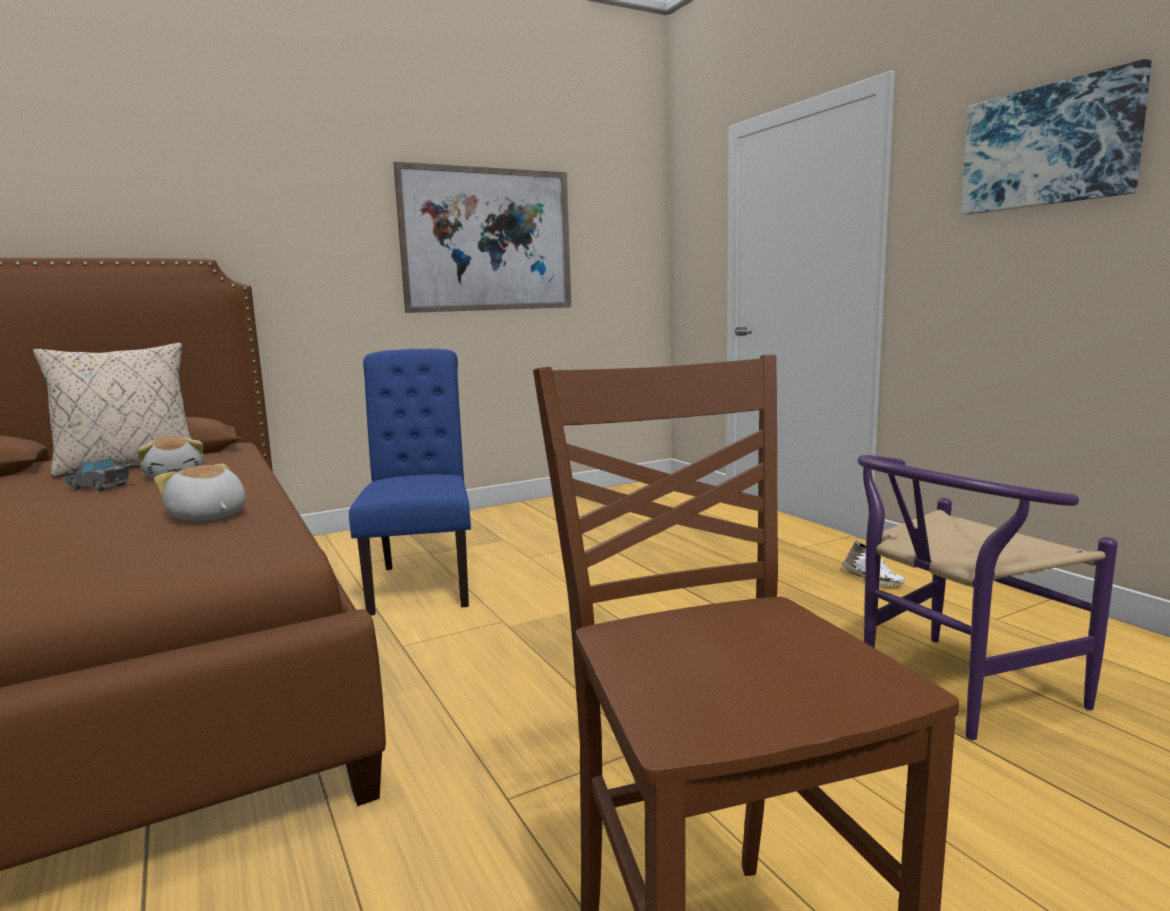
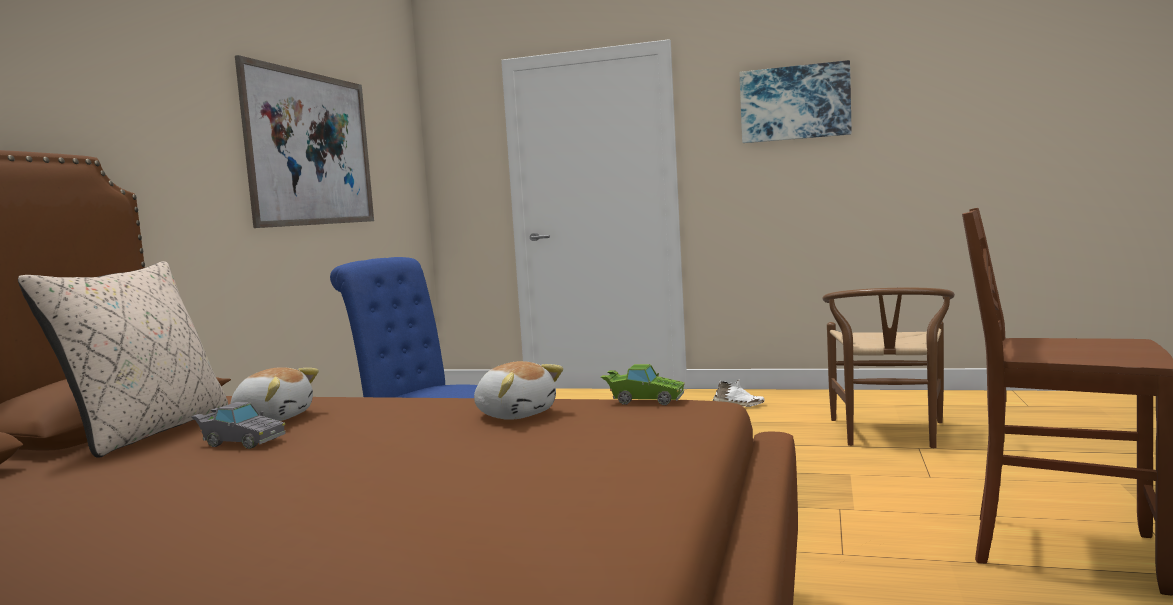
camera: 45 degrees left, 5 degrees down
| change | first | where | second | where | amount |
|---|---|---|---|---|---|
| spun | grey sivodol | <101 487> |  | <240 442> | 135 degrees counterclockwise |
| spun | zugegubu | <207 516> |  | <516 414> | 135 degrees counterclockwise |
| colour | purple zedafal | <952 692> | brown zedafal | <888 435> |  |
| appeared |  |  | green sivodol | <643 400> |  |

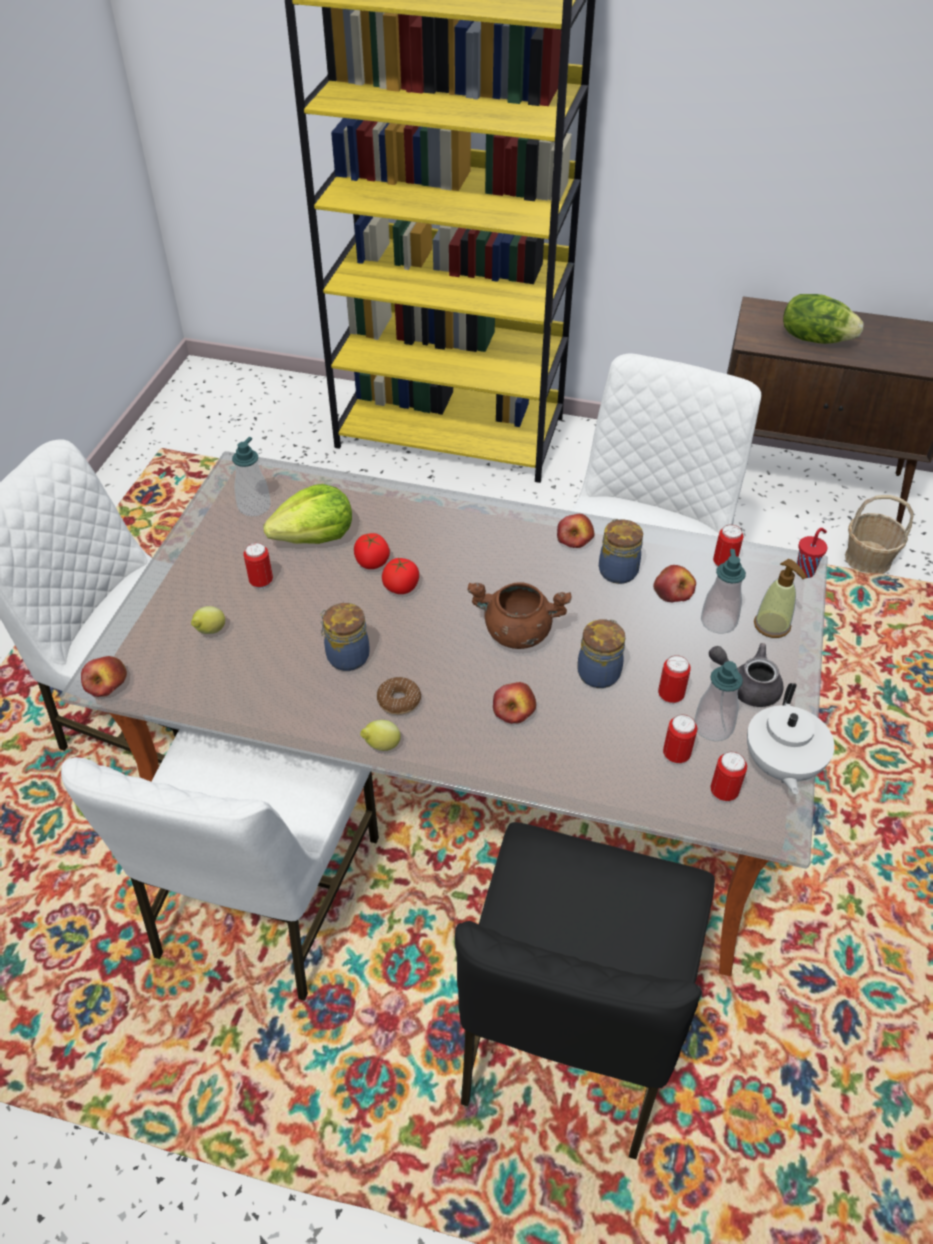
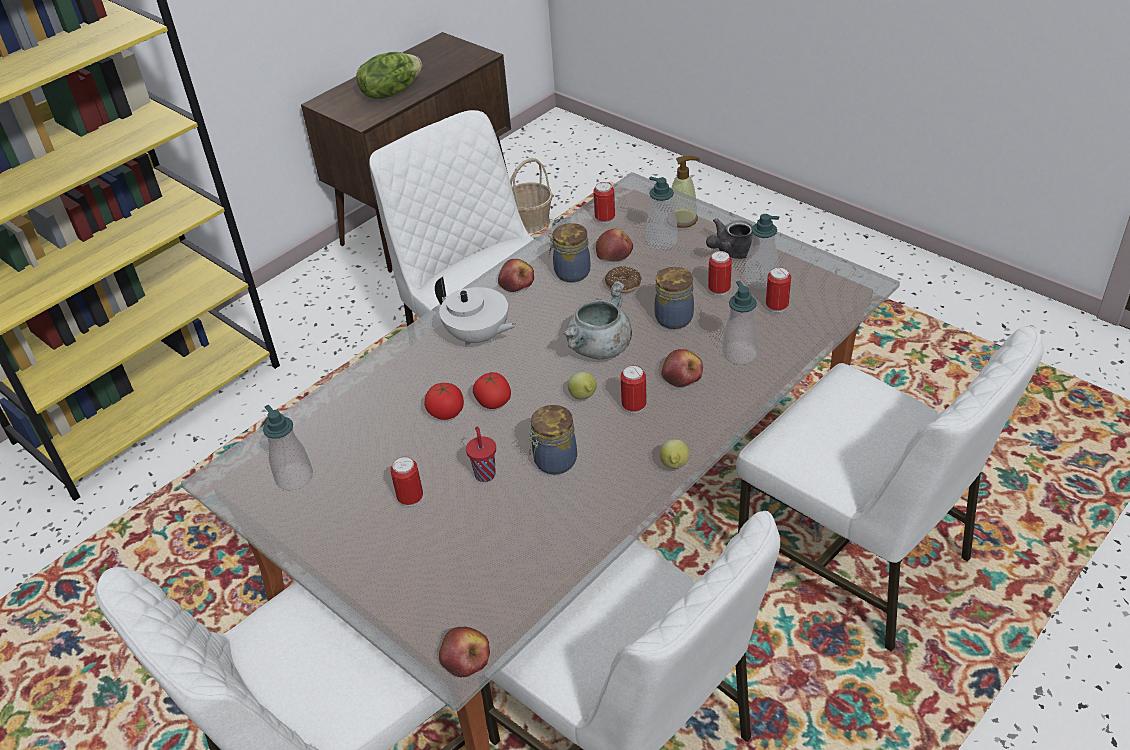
camera: 60 degrees left, 5 degrees down
| change | first | where | second | where | amount |
|---|---|---|---|---|---|
| relocated | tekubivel | <210 632> |  | <583 397> |  |
| missing | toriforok | <315 537> |  |  |  |
| relocated | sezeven | <399 700> |  | <623 284> |  |
| colour | black zedafal | <569 1035> | white zedafal | <857 561> |  |
| colour | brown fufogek | <517 632> | grey fufogek | <599 348> |  |
| relocated | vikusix | <723 792> |  | <634 406> |  |
| relocated | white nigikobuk | <780 766> |  | <478 337> |  |
| relocated | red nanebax | <805 571> |  | <485 473> |  |
| appeared |  |  | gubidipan | <739 354> |  |

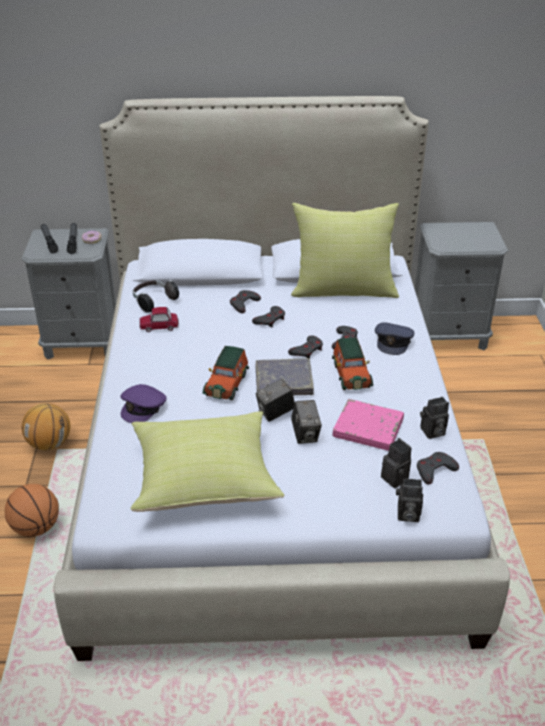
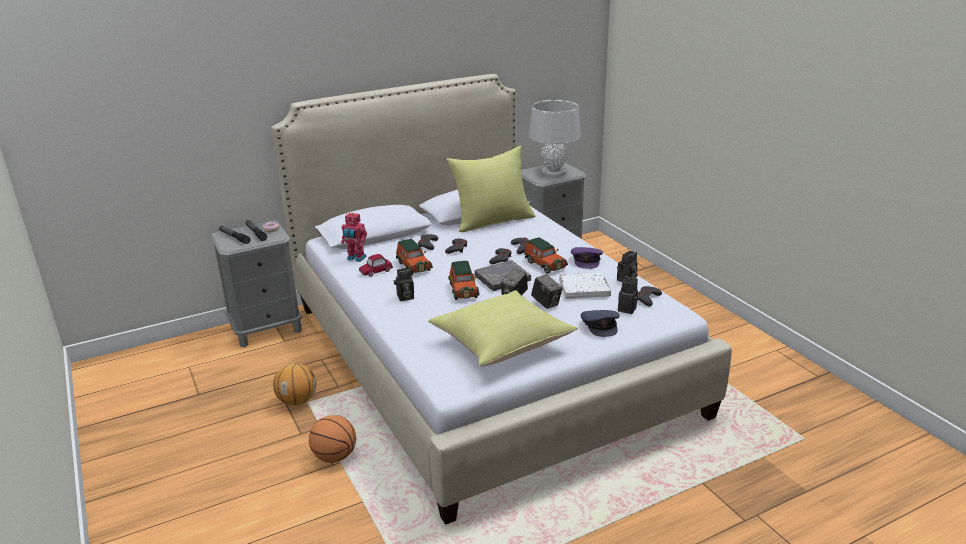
camera: 25 degrees left, 10 degrees down
| change | first | where | second | where | amount |
|---|---|---|---|---|---|
| relocated | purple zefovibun | <143 407> |  | <586 260> |  |
| exchanged | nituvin | <153 301> | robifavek | <356 258> |  |
| colour | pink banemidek | <368 428> | white banemidek | <584 289> |  |
| relocated | grey zefovibun | <393 341> |  | <600 325> |  |
| relocated | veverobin | <406 515> |  | <404 297> |  |
| appeared |  |  | sivodol | <413 266> |  |
| appeared |  |  | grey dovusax | <553 172> |  |

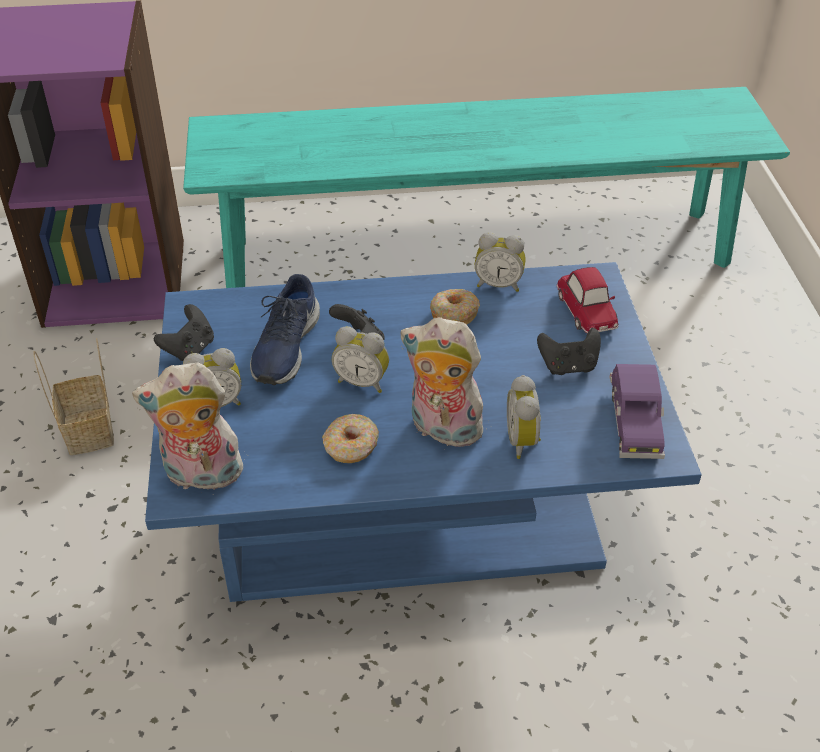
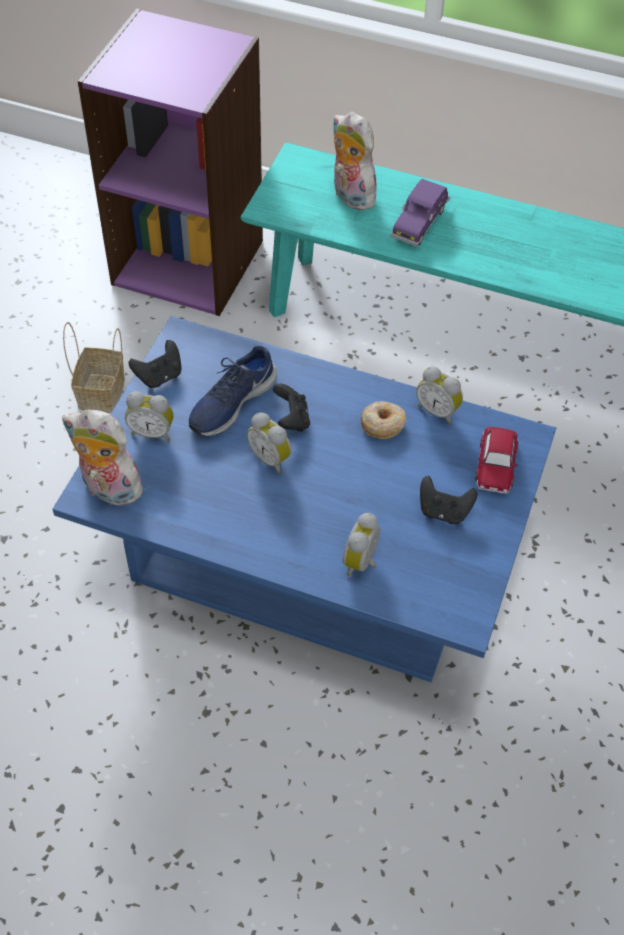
camera: 25 degrees right, 10 degrees up
| change | first | where | second | where | amount |
|---|---|---|---|---|---|
| missing | sezeven | <351 446> |  |  |  |
| relocated | zugegubu | <442 430> |  | <350 196> |  |
| relocated | purple sivodol | <633 422> |  | <420 222> |  |

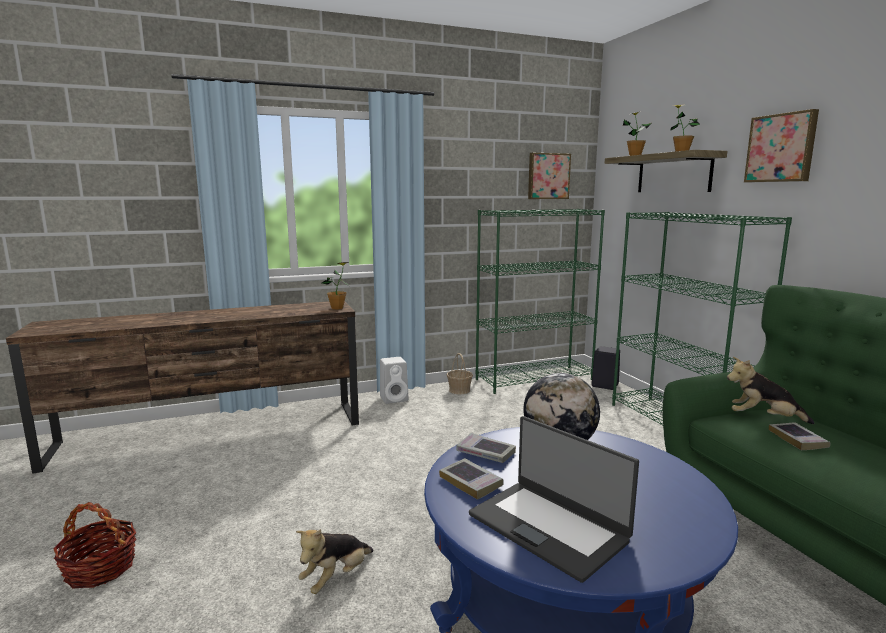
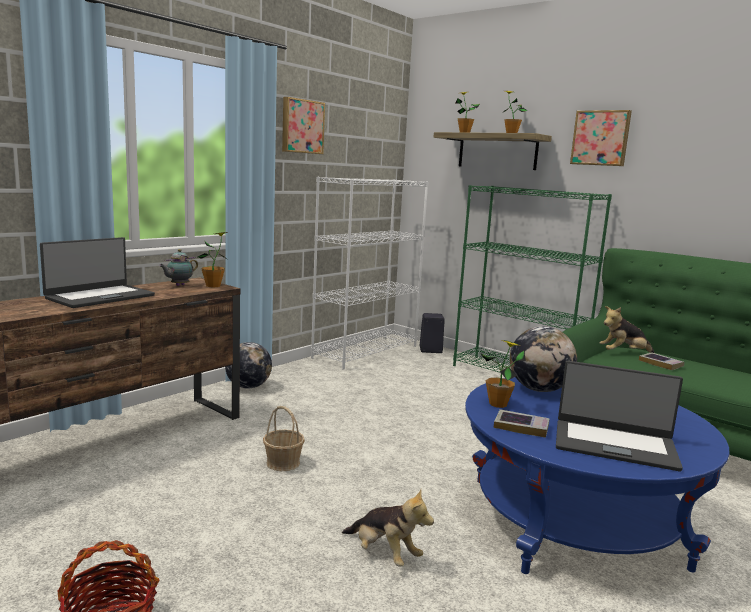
camera: 30 degrees left, 0 degrees up
| change | first | where | second | where | amount |
|---|---|---|---|---|---|
| spun | zugegubu | <336 578> |  | <384 554> | 60 degrees counterclockwise |
| exchanged | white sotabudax | <395 398> | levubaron | <248 386> |  |
| relocated | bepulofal | <459 390> |  | <283 463> |  |
| exchanged | banemidek | <485 453> | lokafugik | <498 404> |  |
| colour | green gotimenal | <534 379> | white gotimenal | <366 351> |  |
| relocated | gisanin | <548 176> |  | <301 126> |  |
| appeared |  |  | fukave | <100 297> |  |
| appeared |  |  | nigikobuk | <178 285> |  |

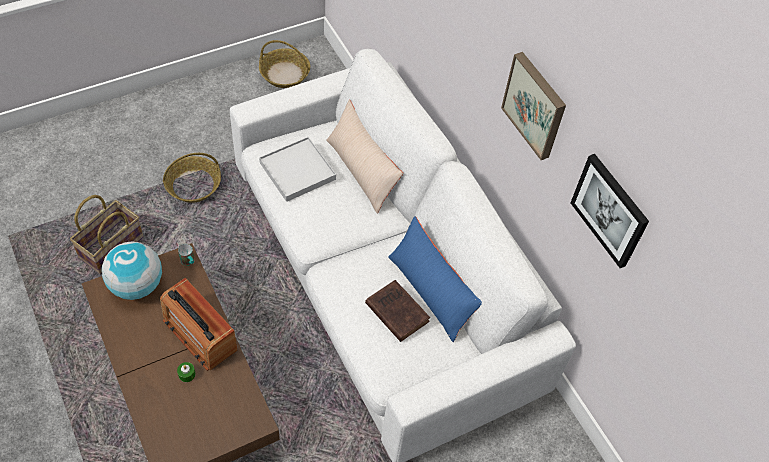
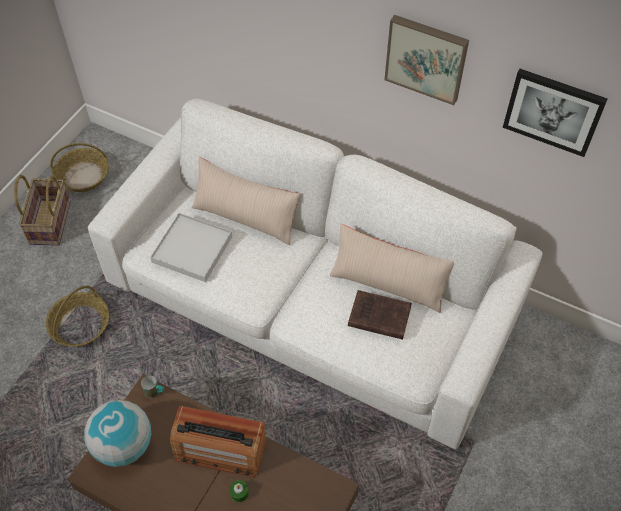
camera: 30 degrees left, 0 degrees up
| change | first | where | second | where | amount |
|---|---|---|---|---|---|
| relocated | bepulofal | <111 247> |  | <49 222> |  |
| colour | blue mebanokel | <431 292> | beige mebanokel | <388 283> |  |

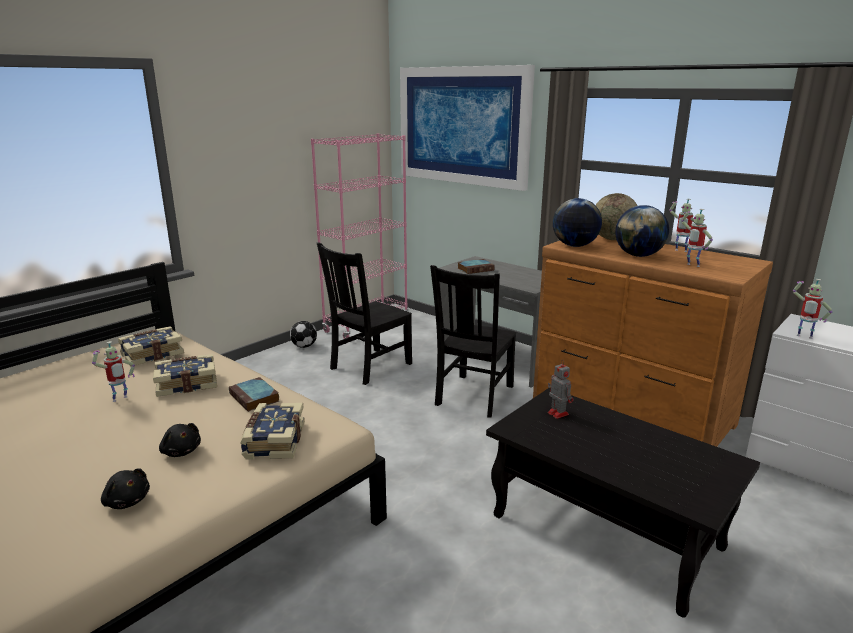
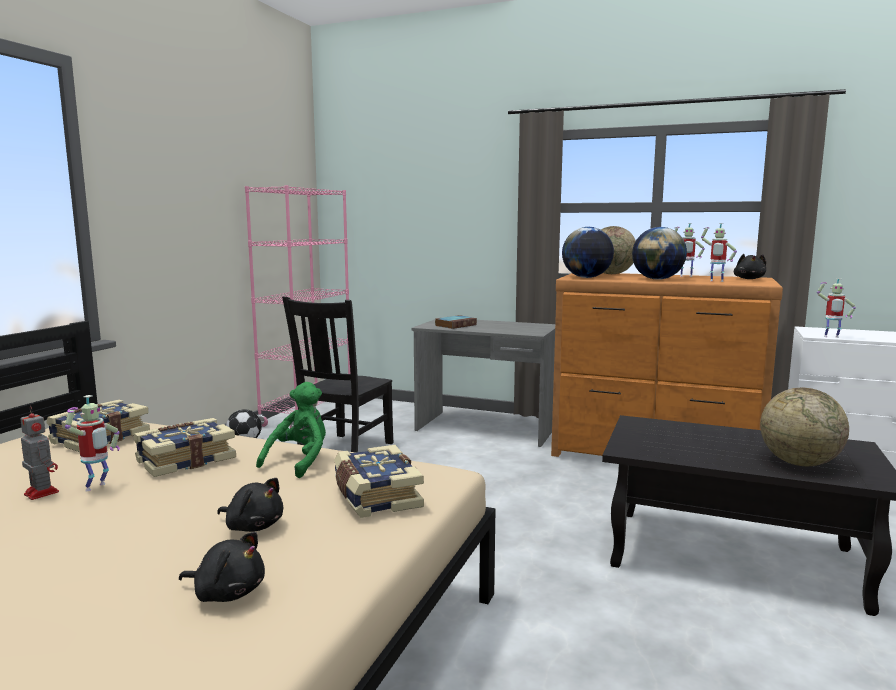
camera: 20 degrees left, 10 degrees down
| change | first | where | second | where | amount |
|---|---|---|---|---|---|
| exchanged | banemidek | <255 398> | green zugegubu | <299 461> |  |
| missing | gisanin | <462 126> |  |  |  |
| missing | black zedafal | <473 396> |  |  |  |
| relocated | robifavek | <557 413> |  | <41 492> |  |
| appeared |  |  | black zugegubu | <749 279> |  |
| appeared |  |  | levubaron | <799 463> |  |

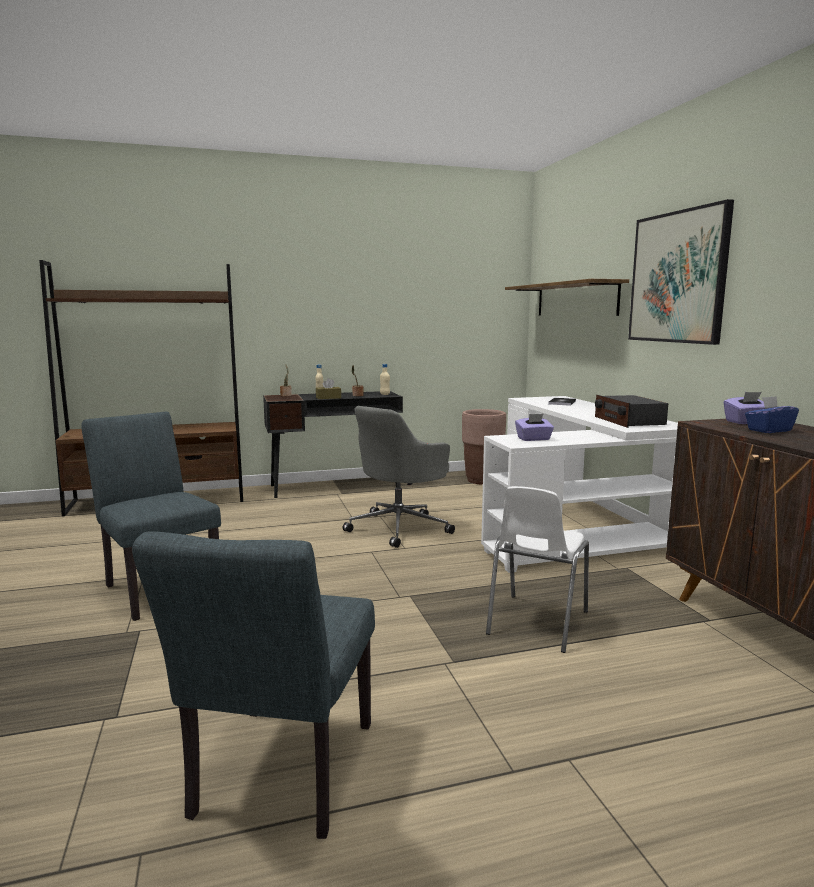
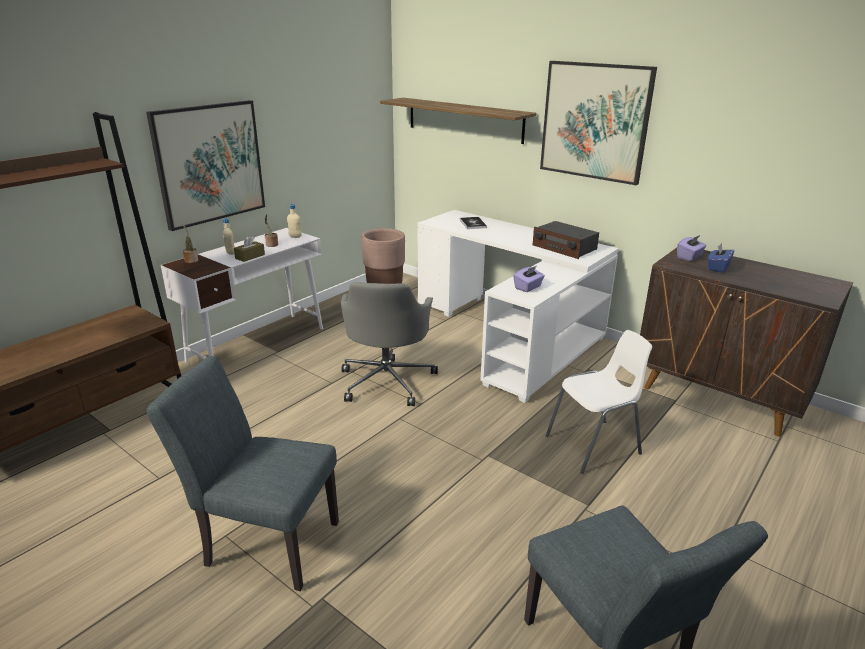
camera: 35 degrees left, 15 degrees up
| change | first | where | second | where | amount |
|---|---|---|---|---|---|
| colour | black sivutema | <335 486> | white sivutema | <258 343> |  |
| spun | white zedafal | <536 623> |  | <594 445> | 105 degrees counterclockwise |
| appeared |  |  | gisanin | <209 163> |  |

